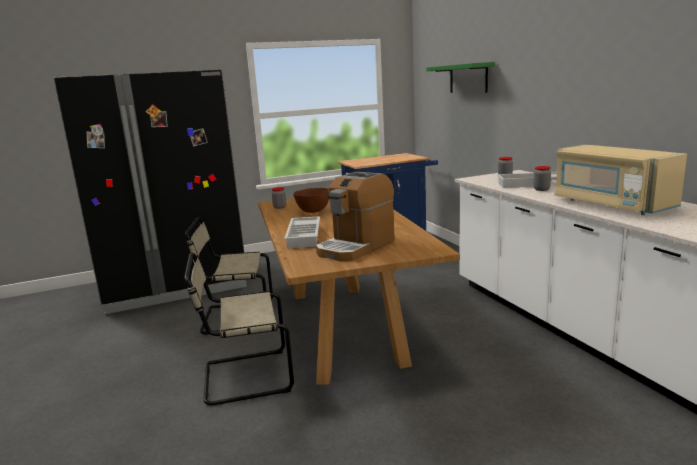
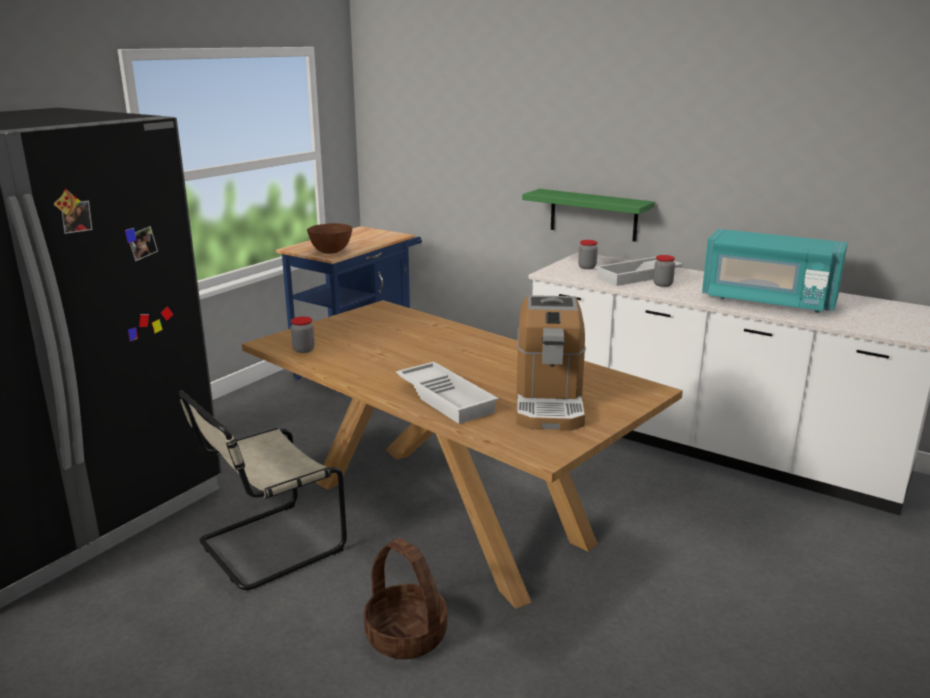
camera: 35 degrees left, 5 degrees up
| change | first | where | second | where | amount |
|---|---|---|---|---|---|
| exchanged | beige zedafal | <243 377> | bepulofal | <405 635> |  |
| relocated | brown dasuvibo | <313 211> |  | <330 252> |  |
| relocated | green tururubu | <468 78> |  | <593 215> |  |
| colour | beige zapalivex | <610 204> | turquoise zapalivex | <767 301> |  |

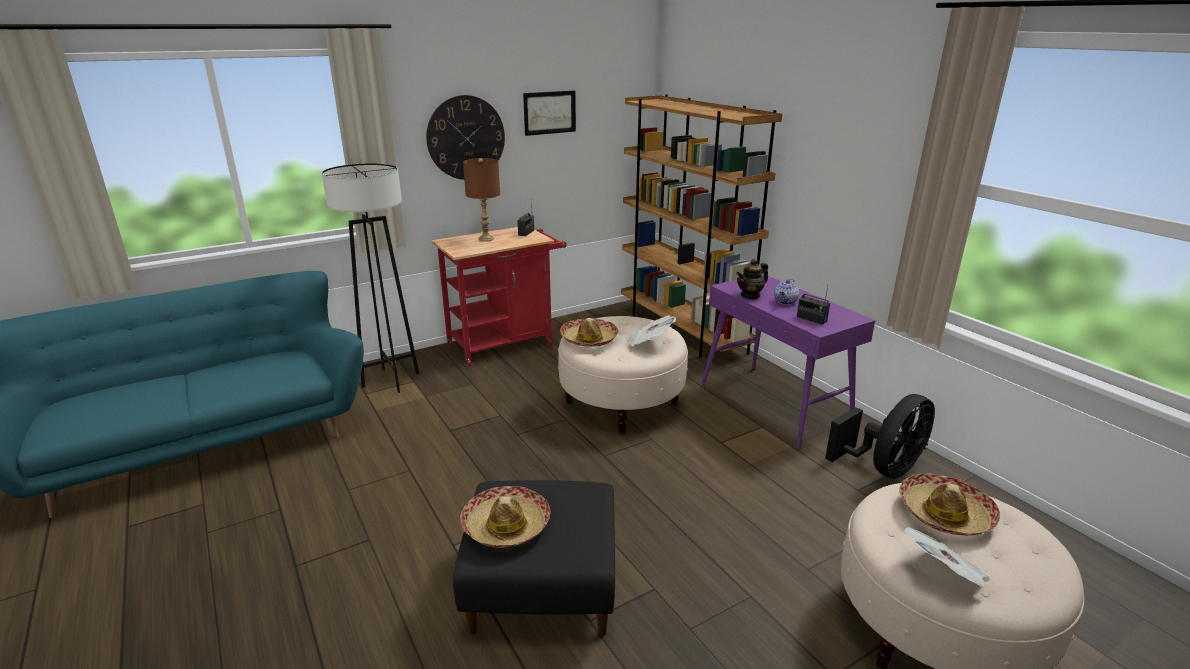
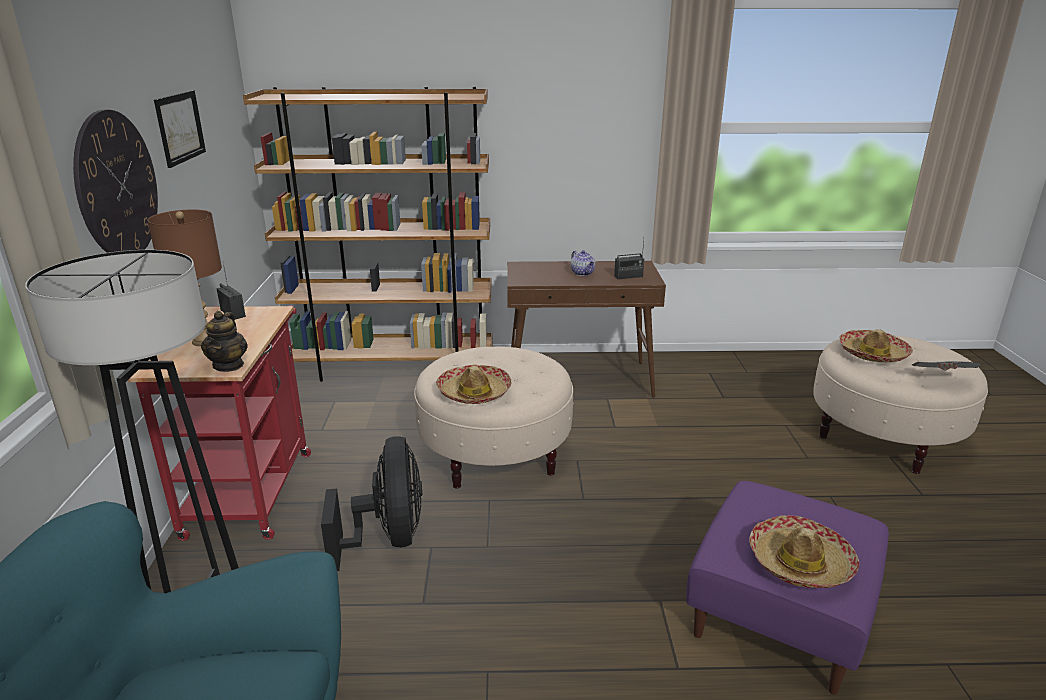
camera: 60 degrees left, 0 degrees up
| change | first | where | second | where | amount |
|---|---|---|---|---|---|
| colour | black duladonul | <542 588> | purple duladonul | <780 615> |  |
| missing | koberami | <648 343> |  |  |  |
| colour | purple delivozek | <774 405> | brown delivozek | <579 380> |  |
| relocated | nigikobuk | <750 295> |  | <229 365> |  |
| relocated | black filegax | <883 468> |  | <388 538> |  |

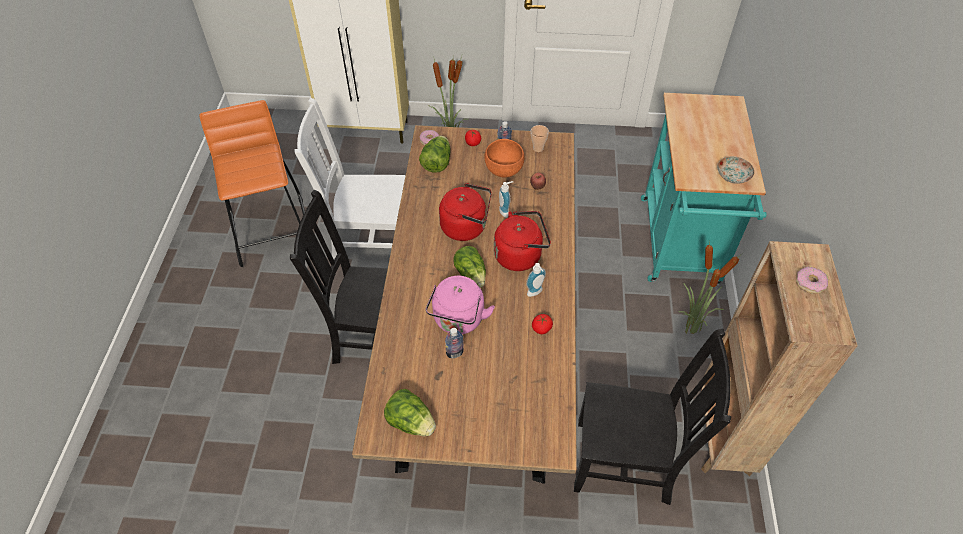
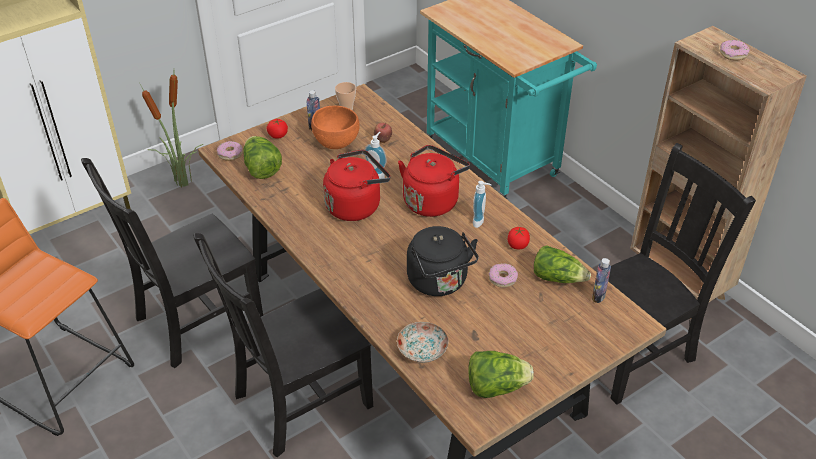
camera: 40 degrees left, 10 degrees down
| change | first | where | second | where | amount |
|---|---|---|---|---|---|
| colour | white zedafal | <370 242> | black zedafal | <195 321> |  |
| colour | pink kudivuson | <458 321> | black kudivuson | <439 282> |  |
| relocated | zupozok | <455 353> |  | <598 296> |  |
| relocated | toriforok | <471 274> |  | <557 278> |  |
| missing | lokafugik | <690 327> |  |  |  |
| relocated | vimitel | <733 176> |  | <423 350> |  |
| appeared |  |  | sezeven | <502 278> |  |

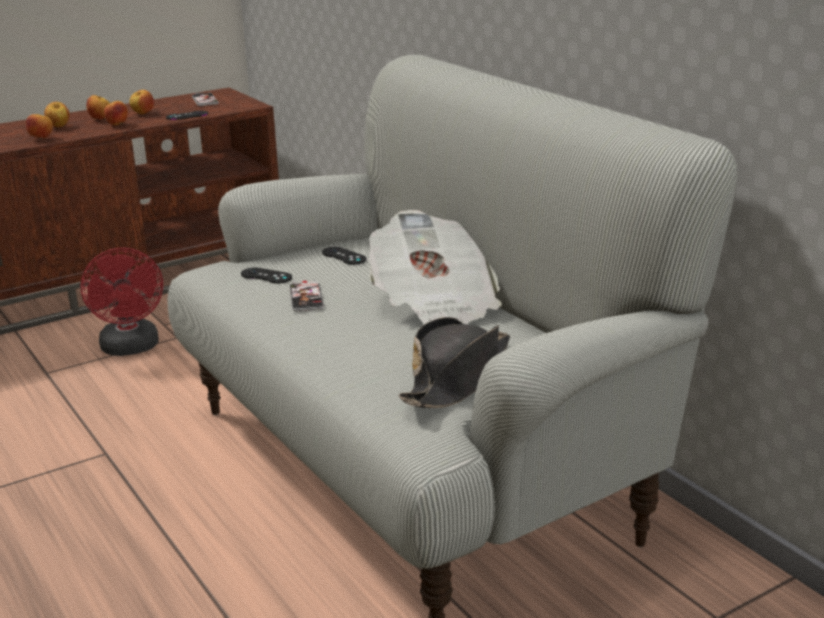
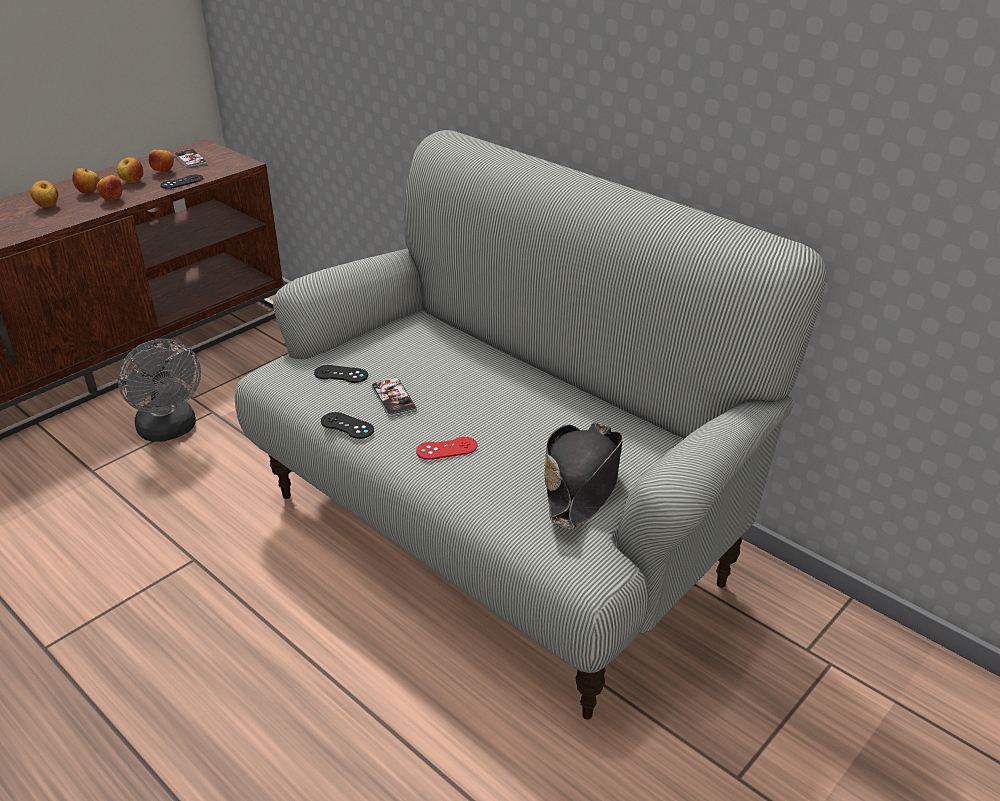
camera: 15 degrees left, 10 degrees up
| change | first | where | second | where | amount |
|---|---|---|---|---|---|
| relocated | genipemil | <42 138> |  | <164 172> |  |
| colour | red filegax | <131 348> | grey filegax | <170 431> |  |
| relocated | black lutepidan | <344 256> |  | <347 426> |  |
| missing | koberami | <435 305> |  |  |  |
| appeared |  |  | red lutepidan | <446 449> |  |

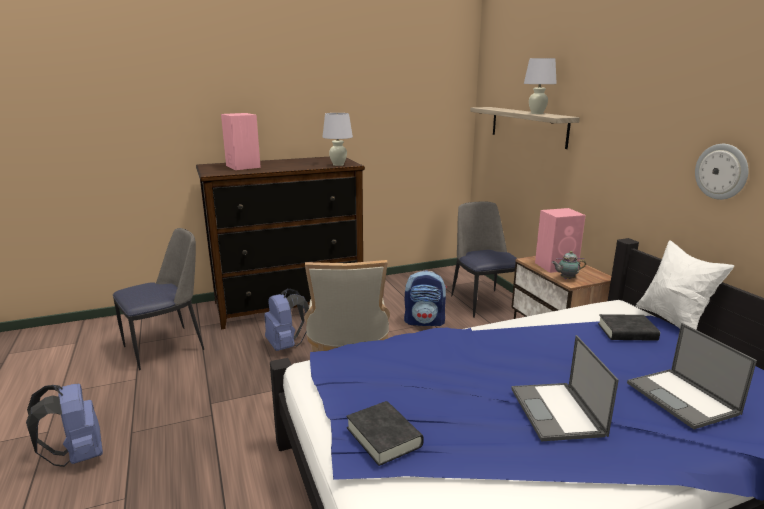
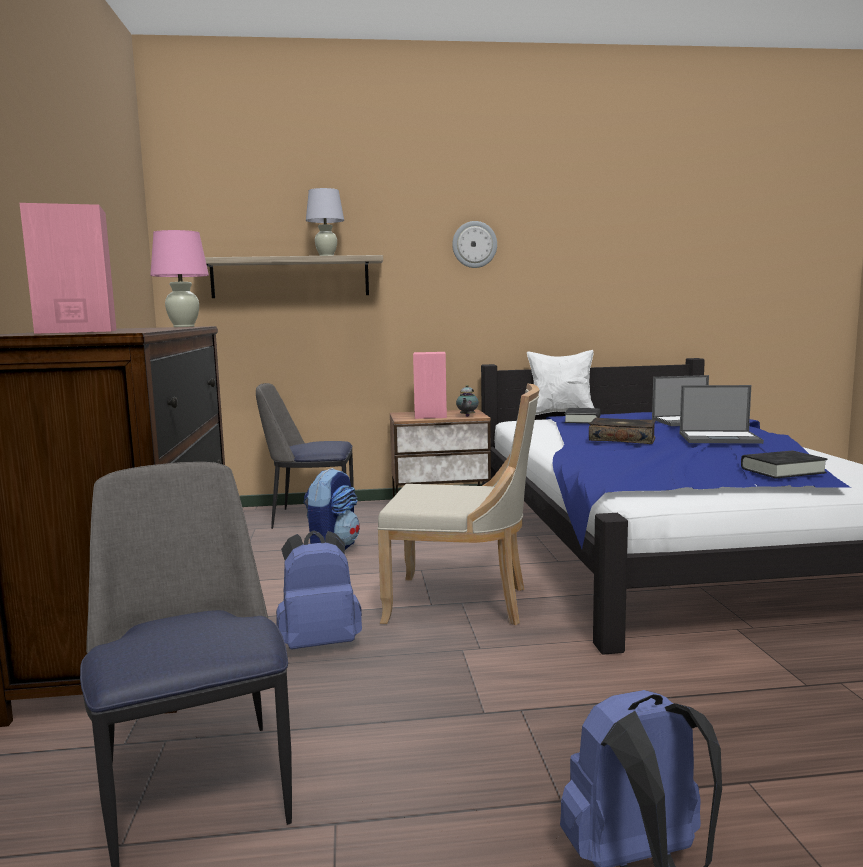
camera: 75 degrees left, 10 degrees down
| change | first | where | second | where | amount |
|---|---|---|---|---|---|
| colour | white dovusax | <338 164> | pink dovusax | <183 326> |  |
| relocated | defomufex | <721 171> |  | <474 244> |  |
| appeared |  |  | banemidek | <622 439> |  |

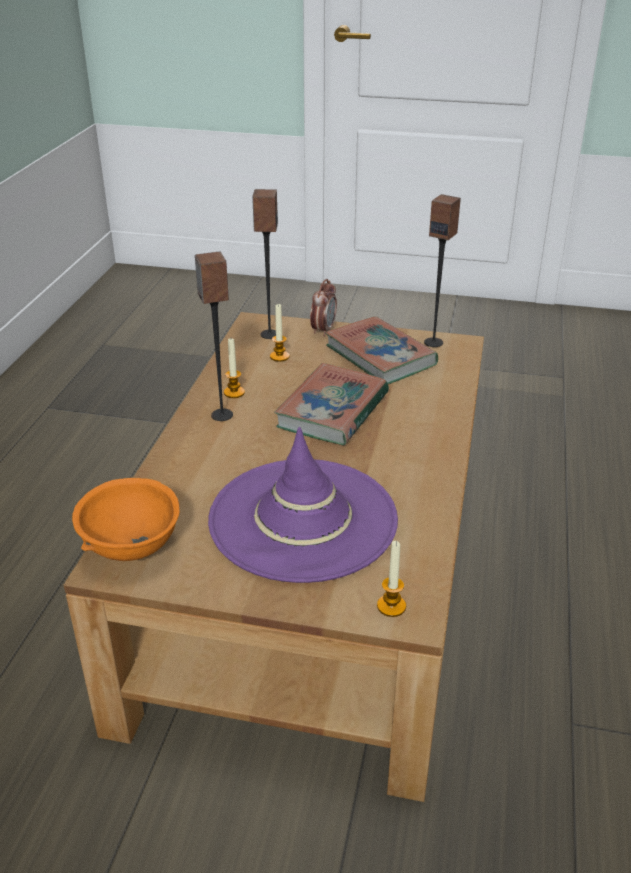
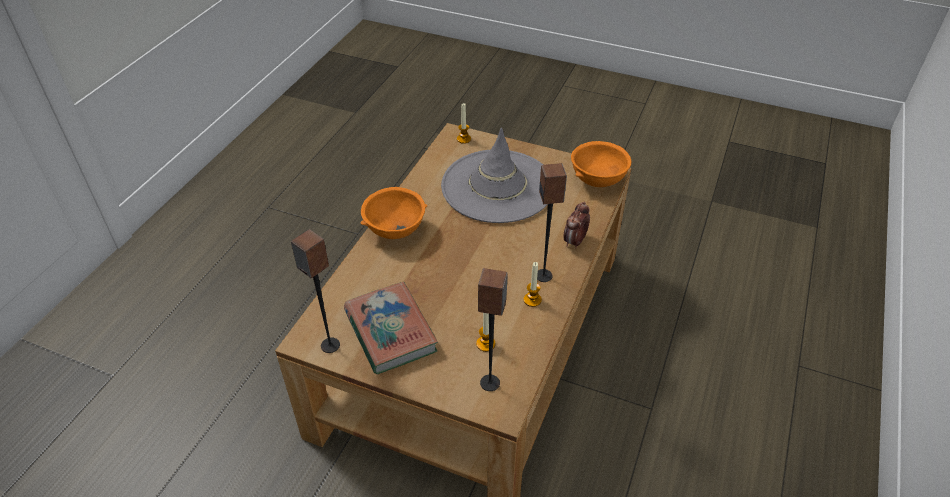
camera: 170 degrees left, 10 degrees up
| change | first | where | second | where | amount |
|---|---|---|---|---|---|
| colour | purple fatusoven | <303 519> | grey fatusoven | <497 186> |  |
| missing | banemidek | <332 411> |  |  |  |
| relocated | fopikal | <323 330> |  | <575 242> |  |
| appeared |  |  | orange dasuvibo | <396 231> |  |

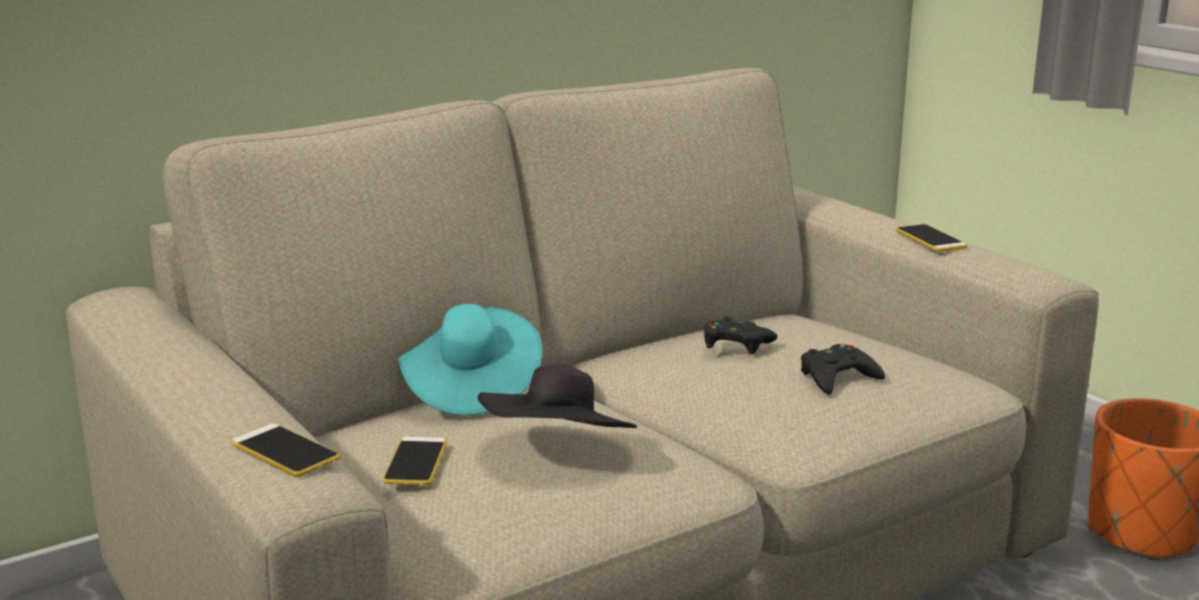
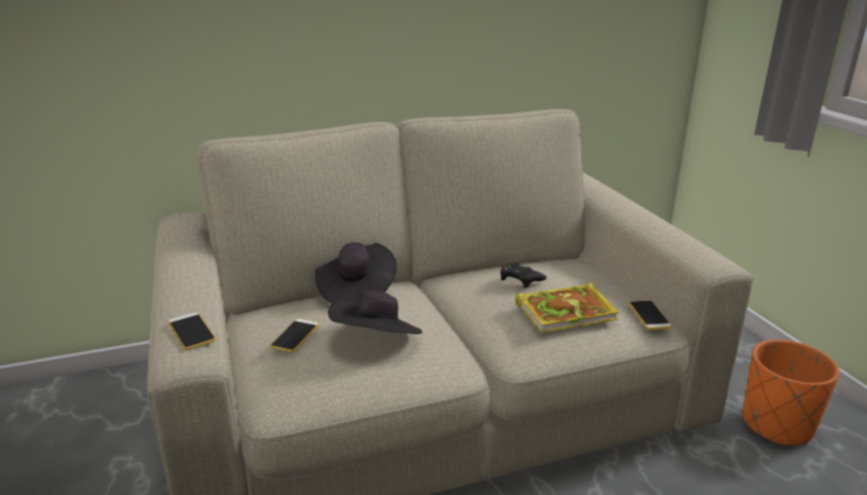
camera: 15 degrees right, 5 degrees up
| change | first | where | second | where | amount |
|---|---|---|---|---|---|
| colour | turquoise fatusoven | <470 387> | black fatusoven | <356 289> |  |
| exchanged | black lutepidan | <837 377> | banemidek | <567 311> |  |
| relocated | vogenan | <931 239> |  | <649 315> |  |

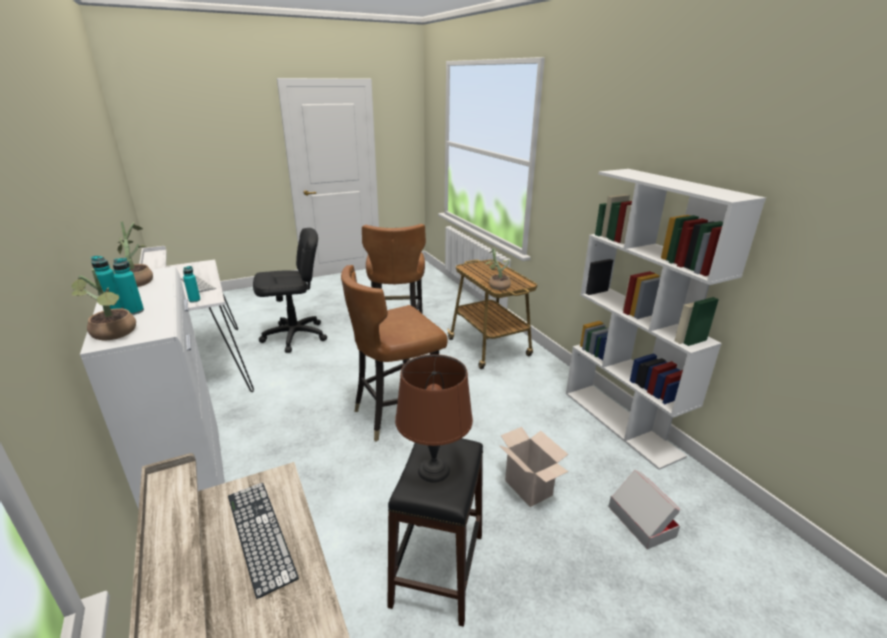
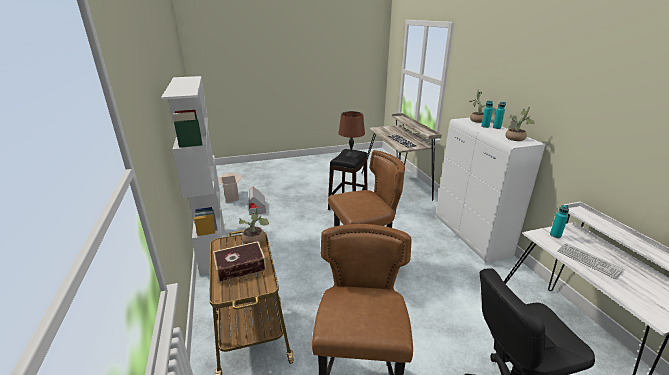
camera: 170 degrees left, 0 degrees up
| change | first | where | second | where | amount |
|---|---|---|---|---|---|
| relocated | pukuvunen | <530 488> |  | <231 197> |  |
| appeared |  |  | banemidek | <240 266> |  |

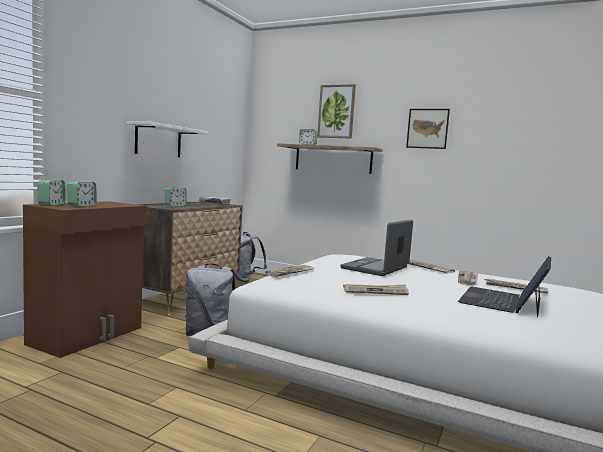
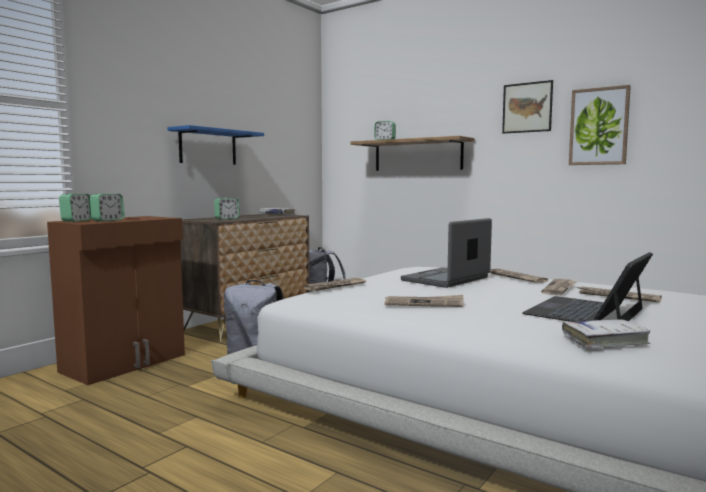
camera: 10 degrees right, 0 degrees up
| change | first | where | second | where | amount |
|---|---|---|---|---|---|
| colour | white tururubu | <158 141> | blue tururubu | <208 147> |  |
| relocated | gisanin | <336 111> |  | <599 126> |  |
| appeared |  |  | white banemidek | <604 340> |  |

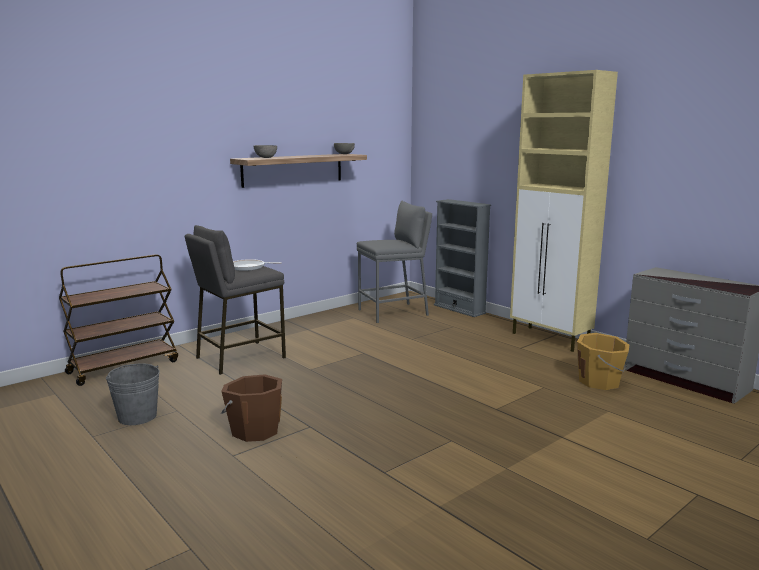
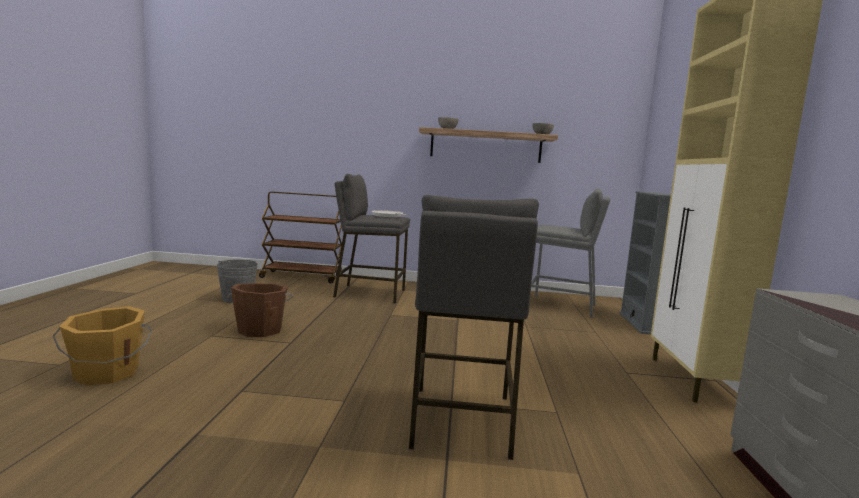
camera: 45 degrees right, 5 degrees down
| change | first | where | second | where | amount |
|---|---|---|---|---|---|
| relocated | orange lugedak | <600 382> |  | <106 373> |  |
| appeared |  |  | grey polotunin | <460 420> |  |

